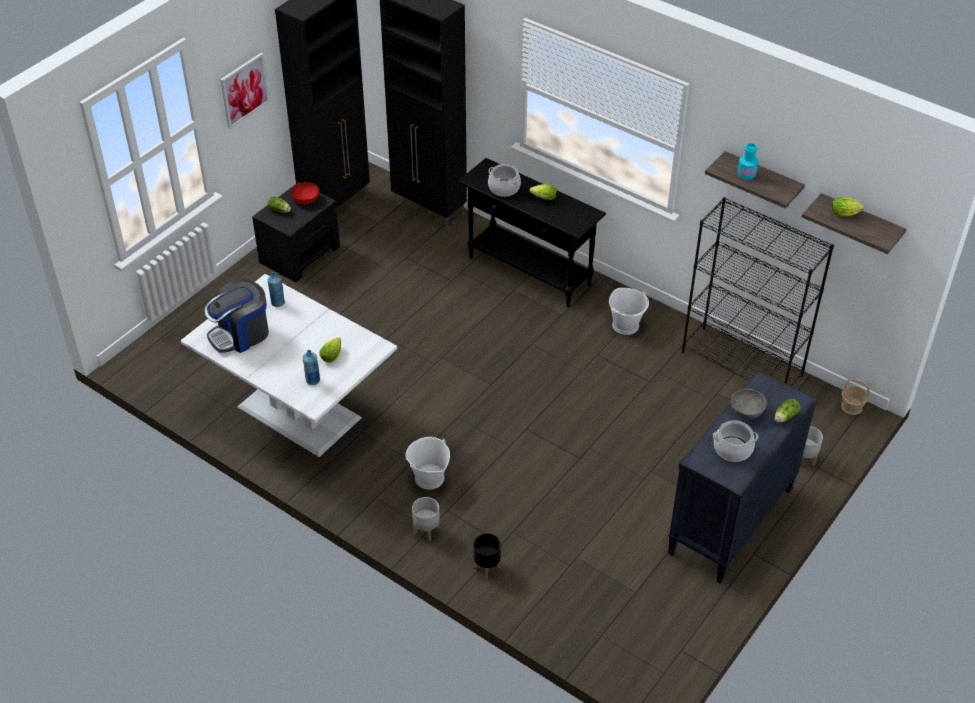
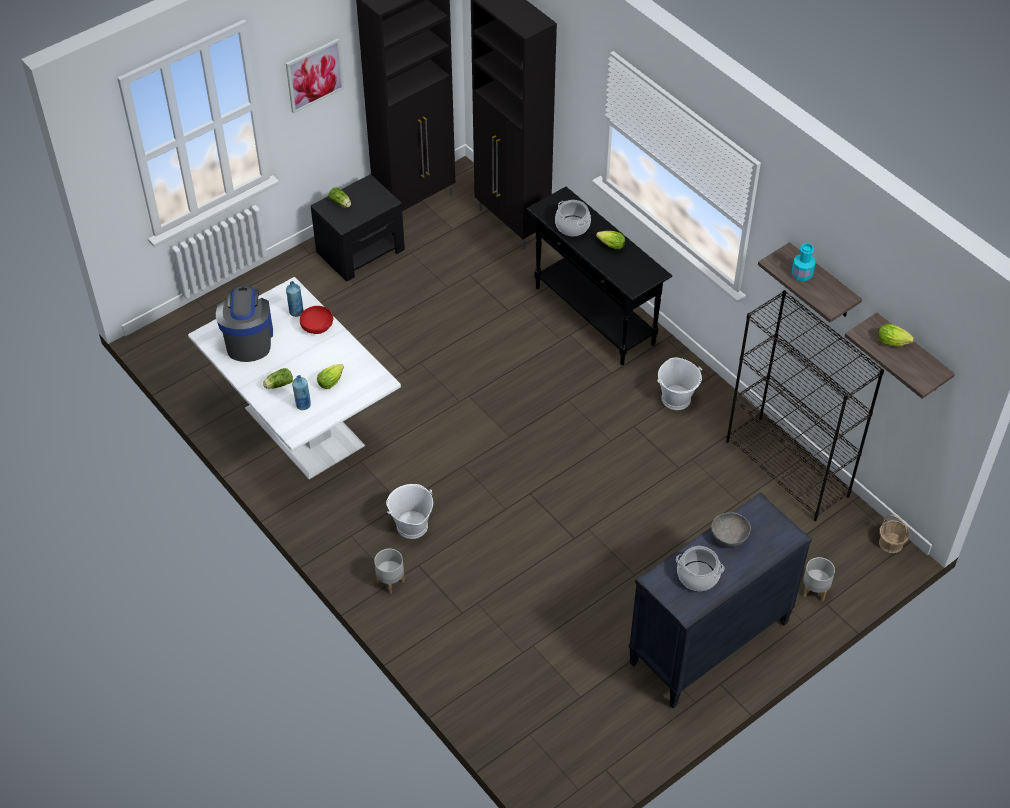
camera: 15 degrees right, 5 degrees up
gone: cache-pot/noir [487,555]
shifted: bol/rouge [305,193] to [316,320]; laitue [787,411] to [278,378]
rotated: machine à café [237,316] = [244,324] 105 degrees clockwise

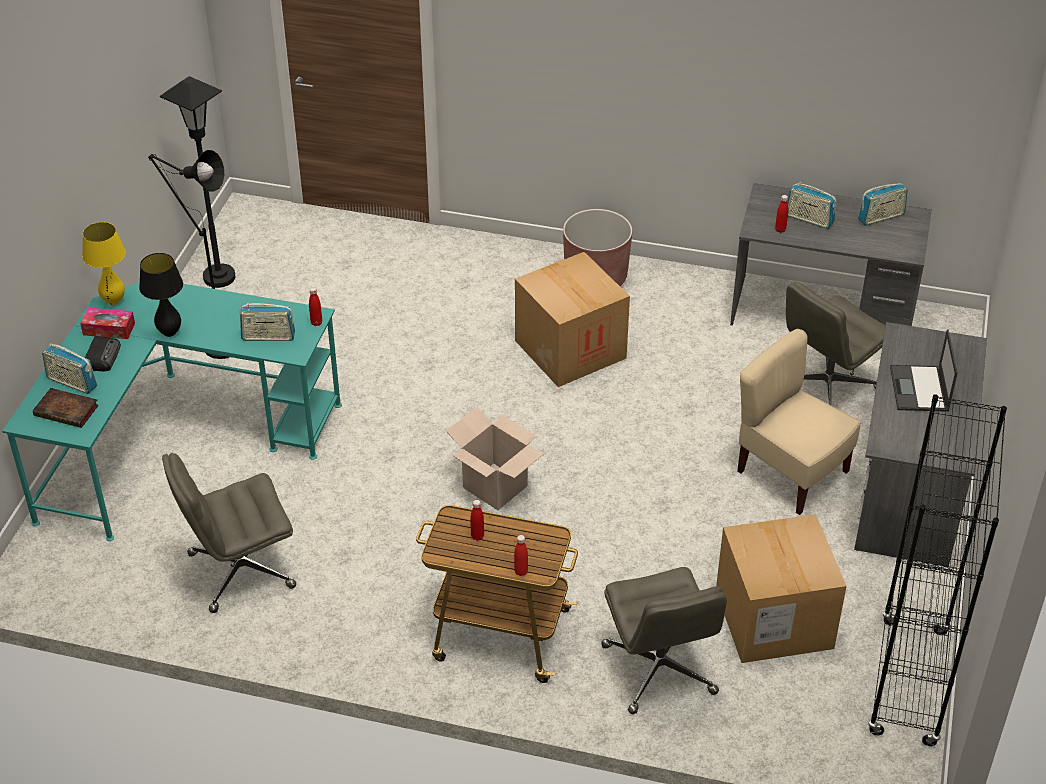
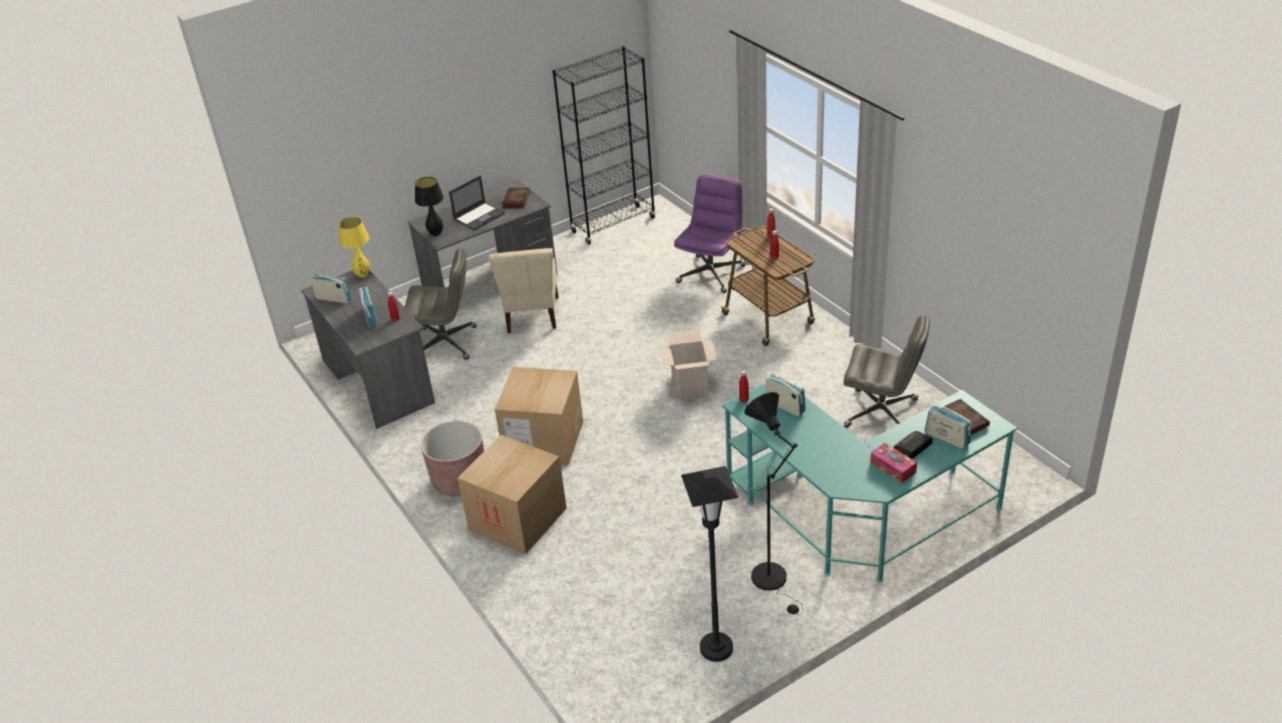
camera: 135 degrees left, 5 degrees down
new: livre [516,198]
shifted: lampe de table/jaune [104,263] to [354,247]; lampe de table/noir [161,295] to [429,206]; carton [781,588] to [512,494]
repainted: chaise de bureau/gris [664,640] to chaise de bureau/violet [709,234]
rotated: radio [69,368] = [948,426] 150 degrees clockwise

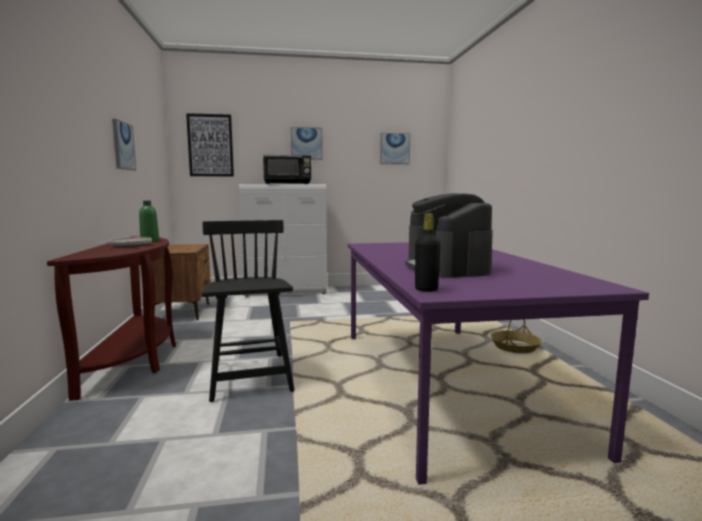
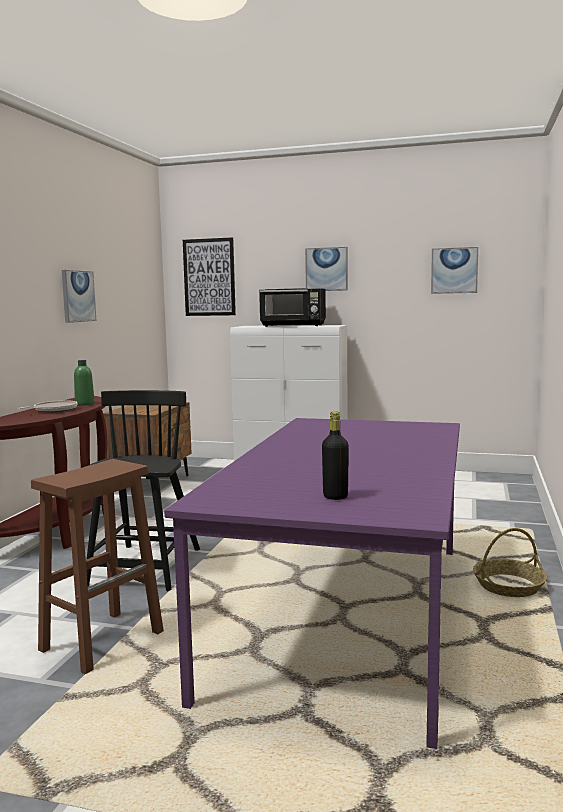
camera: 25 degrees right, 0 degrees up
gone: machine à café [449,235]
new: tabouret/marron [97,566]
shifted: bouteille/noir [427,252] to [335,455]

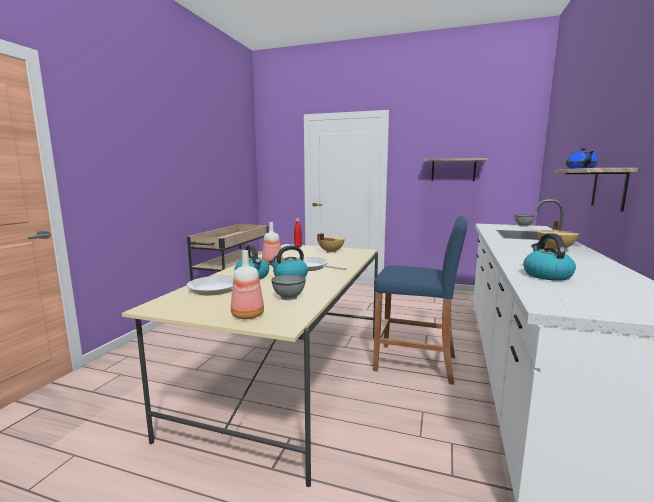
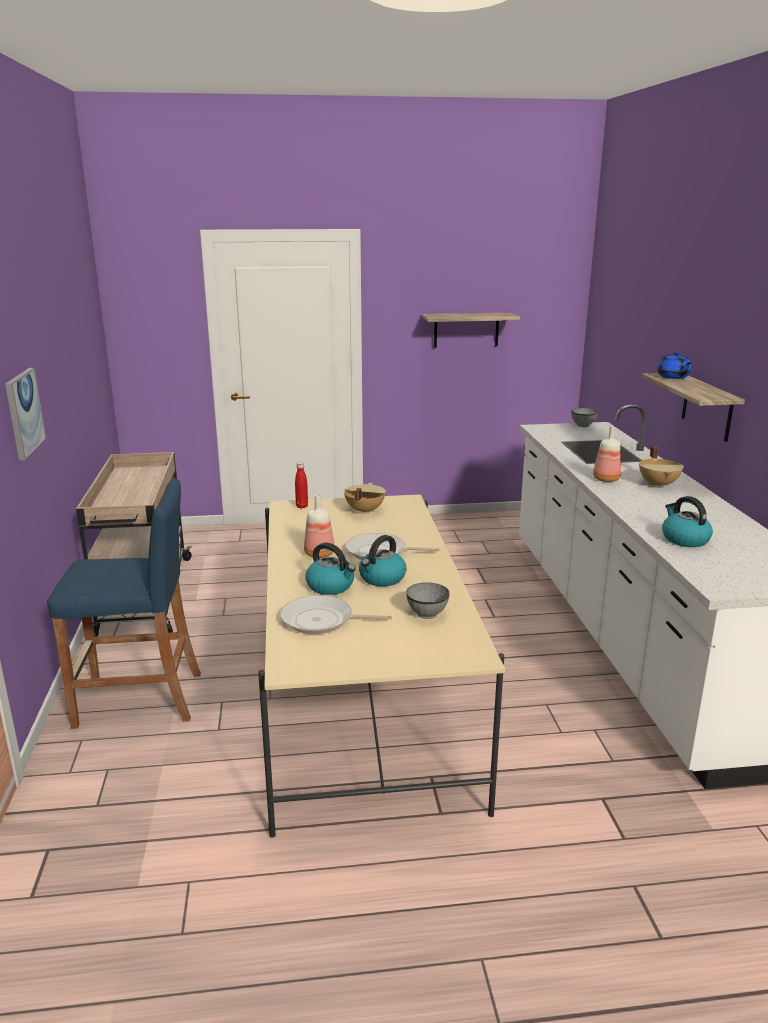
camera: 25 degrees left, 10 degrees up
new: tableau [25,414]
shifted: tabouret/bleu [420,300] to [124,604]; bouteille [247,284] to [607,454]

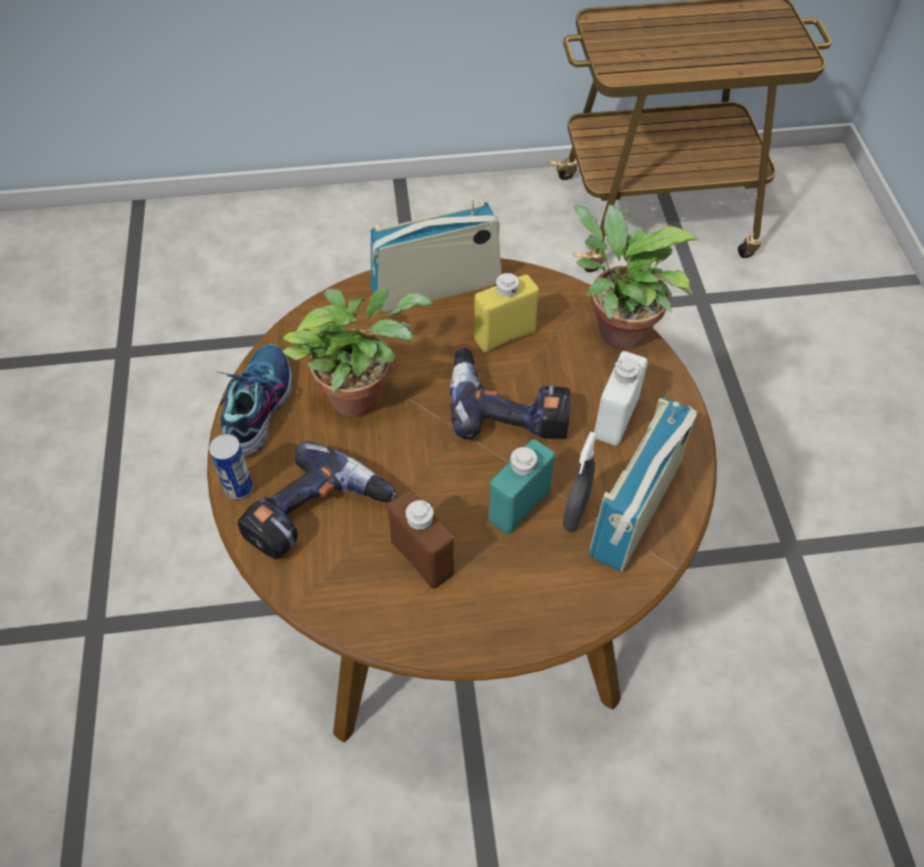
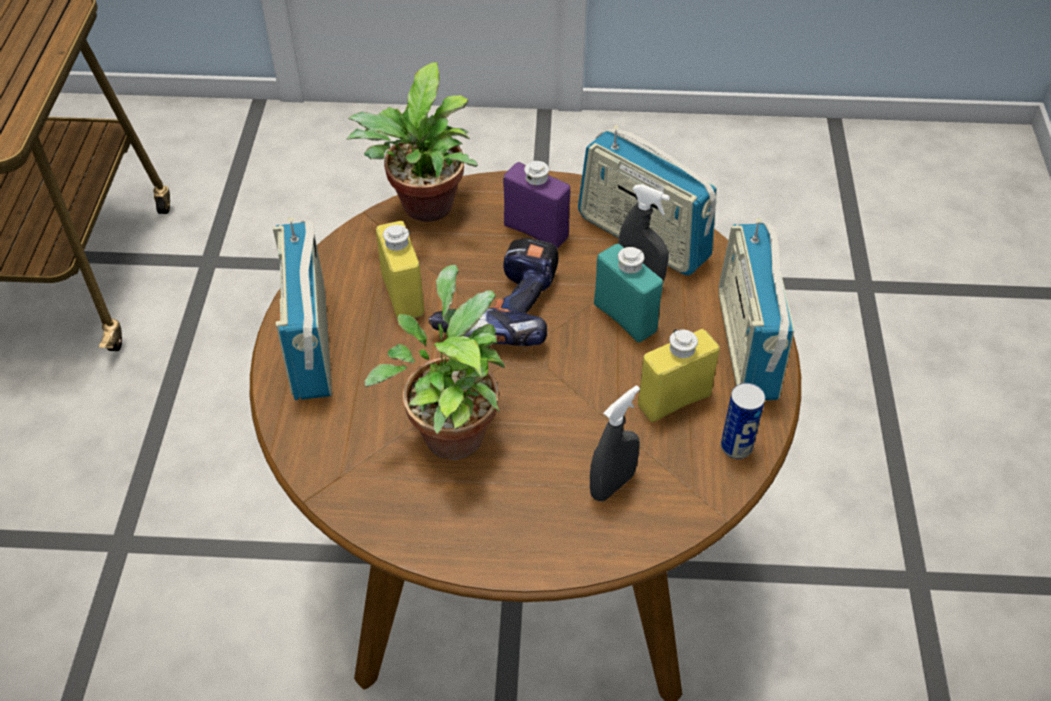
camera: 80 degrees left, 5 degrees down
gone: chaussure [255,400]
new: radio [756,309]
shifted: boîte métallique [231,467] to [743,421]
swapped: perceuse [317,500] to vaporisateur/gris [615,443]
repainted: bouteille/blanc [621,398] to bouteille/violet [536,205]; bouteille/marron [421,539] to bouteille/jaune [679,375]

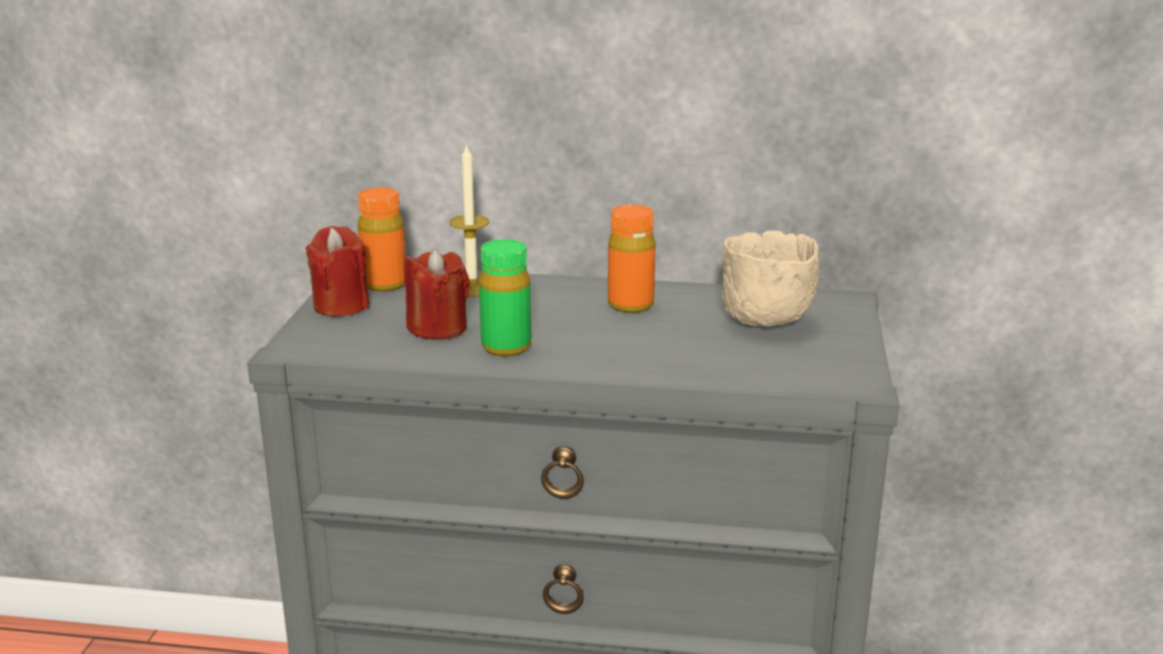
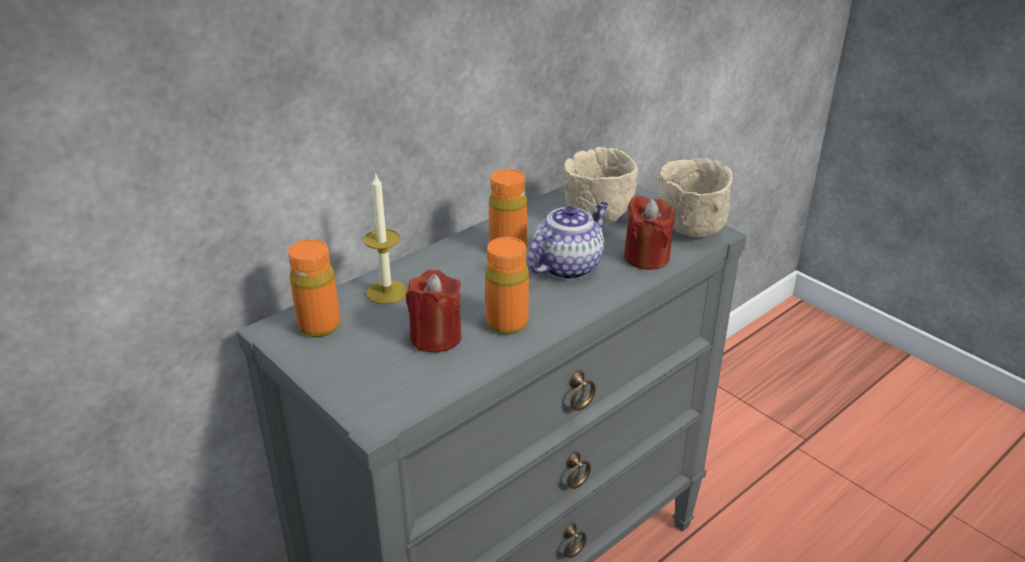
camera: 50 degrees left, 10 degrees up
new: bol/beige [695,197]; théière [568,241]
shifted: bougie/rouge [337,271] to [649,232]
repainted: bouteille/vert [505,298] to bouteille/orange [507,285]

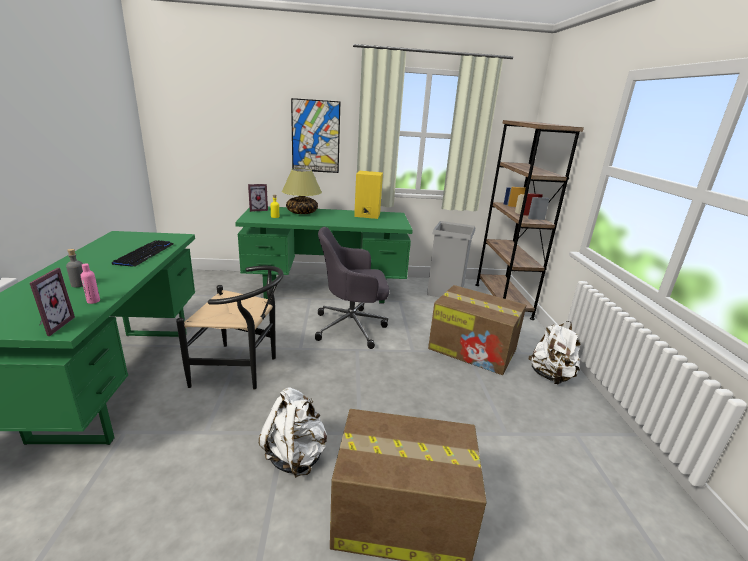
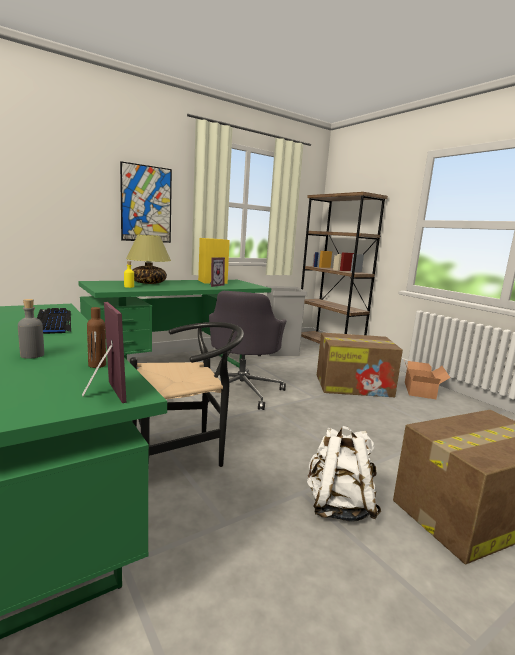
camera: 30 degrees left, 10 degrees down
shifted: cadre photo [258,198] to [217,272]
swapped: sac à dos/blanc [554,352] to carton [427,379]
repainted: bouteille/rose [90,283] to bouteille/marron [96,337]
rotated: chaise de bureau/gris [352,288] = [247,350] 45 degrees counterclockwise

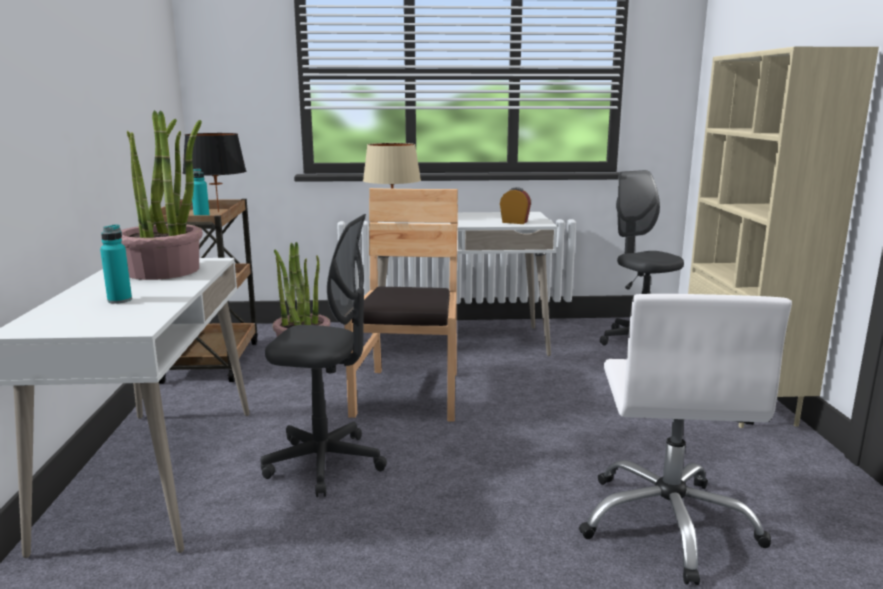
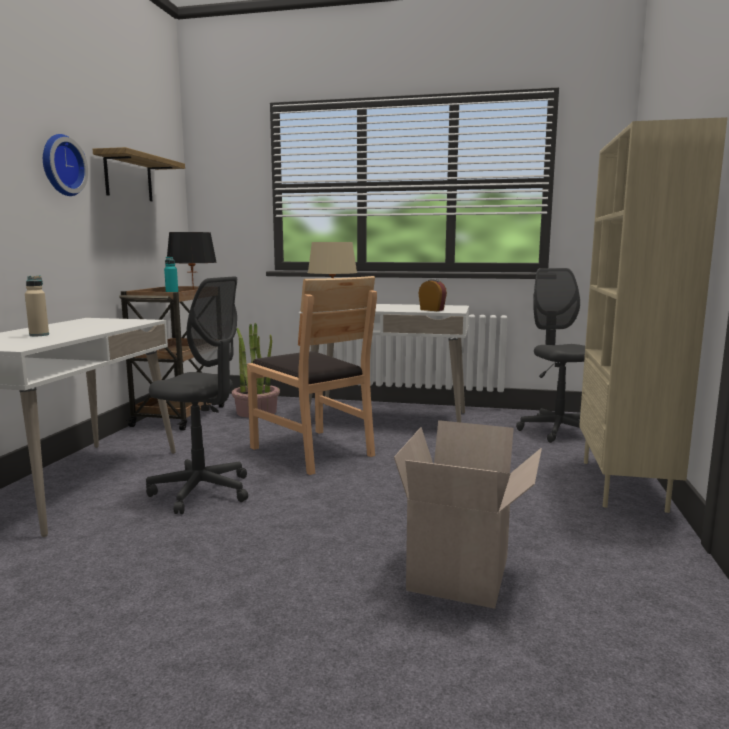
camera: 15 degrees right, 5 degrees down
gone: plante en pot [162,195]
new: horloge murale [65,165]; étagère [139,174]
swapped: chaise de bureau/blanc [685,439] to carton [468,514]
repainted: bouteille/turquoise [116,264] to bouteille/beige [37,306]
rotated: chaise/marron [401,305] = [312,375] 120 degrees clockwise

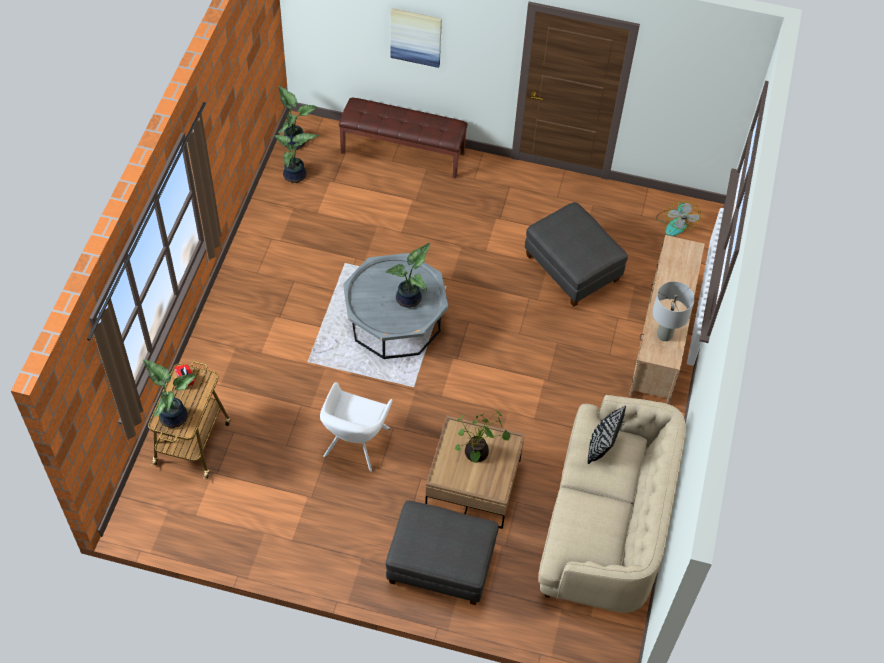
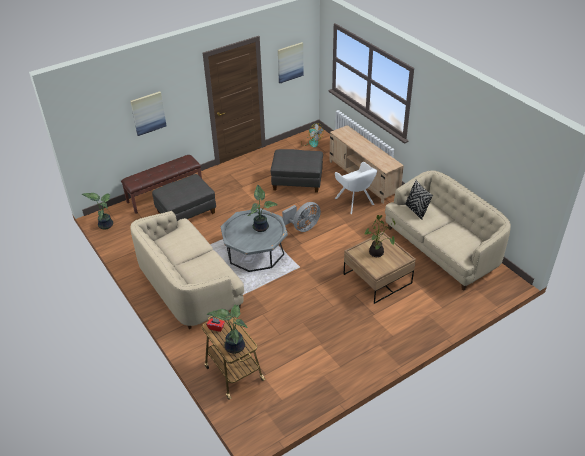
camera: 45 degrees left, 15 degrees down
gone: plante en pot [297,158]; lampe de table/gris [674,311]
new: tableau [290,62]; ventilateur/gris [301,217]; canapé/beige [187,270]
shifted: fauteuil/blanc [356,427] to [356,188]; pouf/gris [442,553] to [184,197]

